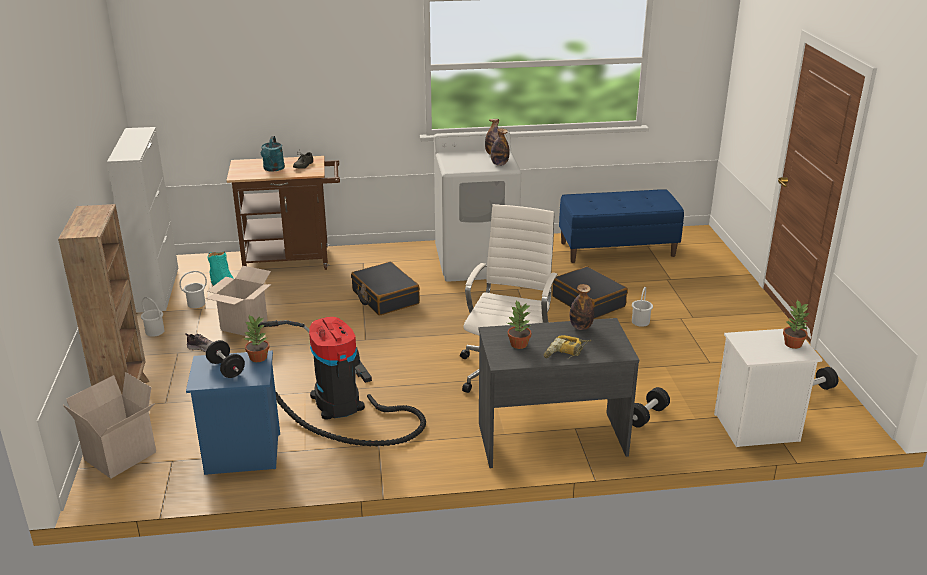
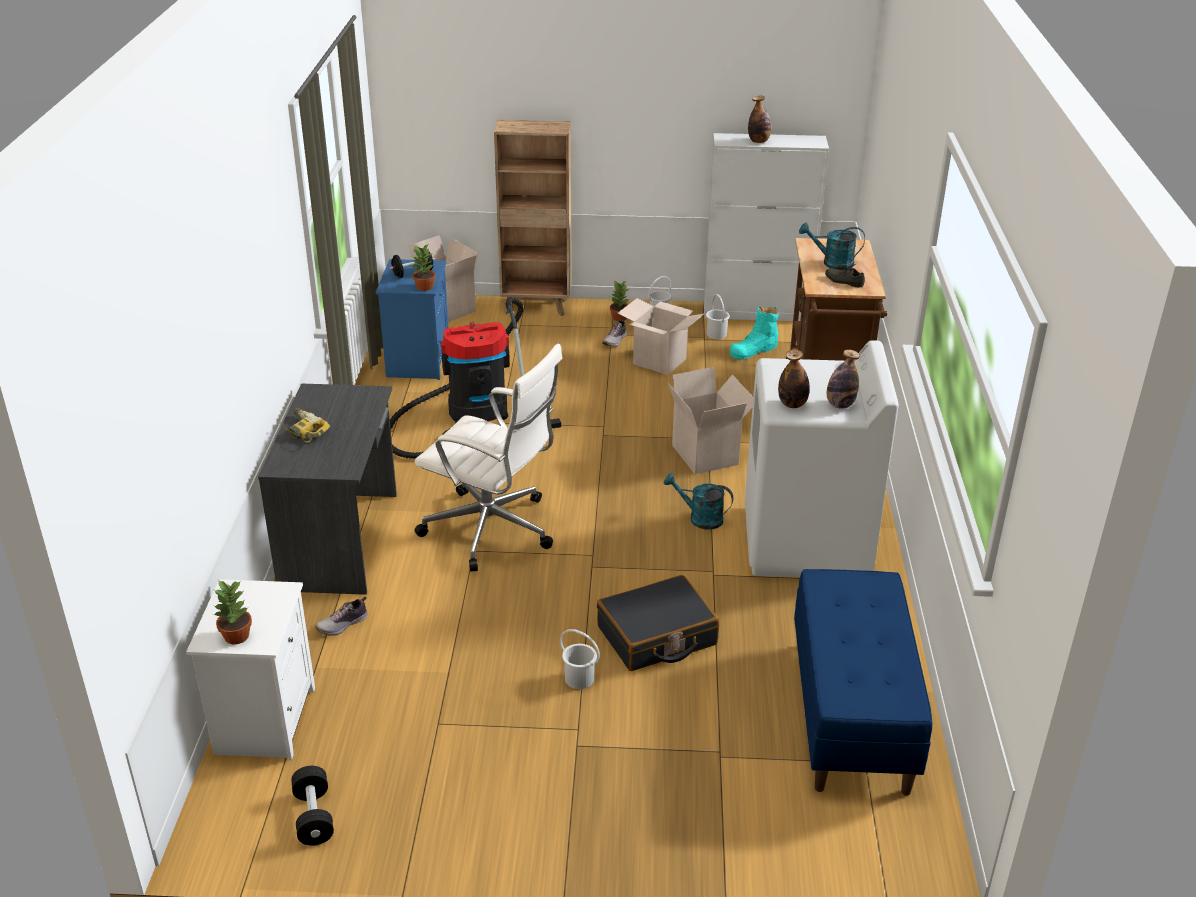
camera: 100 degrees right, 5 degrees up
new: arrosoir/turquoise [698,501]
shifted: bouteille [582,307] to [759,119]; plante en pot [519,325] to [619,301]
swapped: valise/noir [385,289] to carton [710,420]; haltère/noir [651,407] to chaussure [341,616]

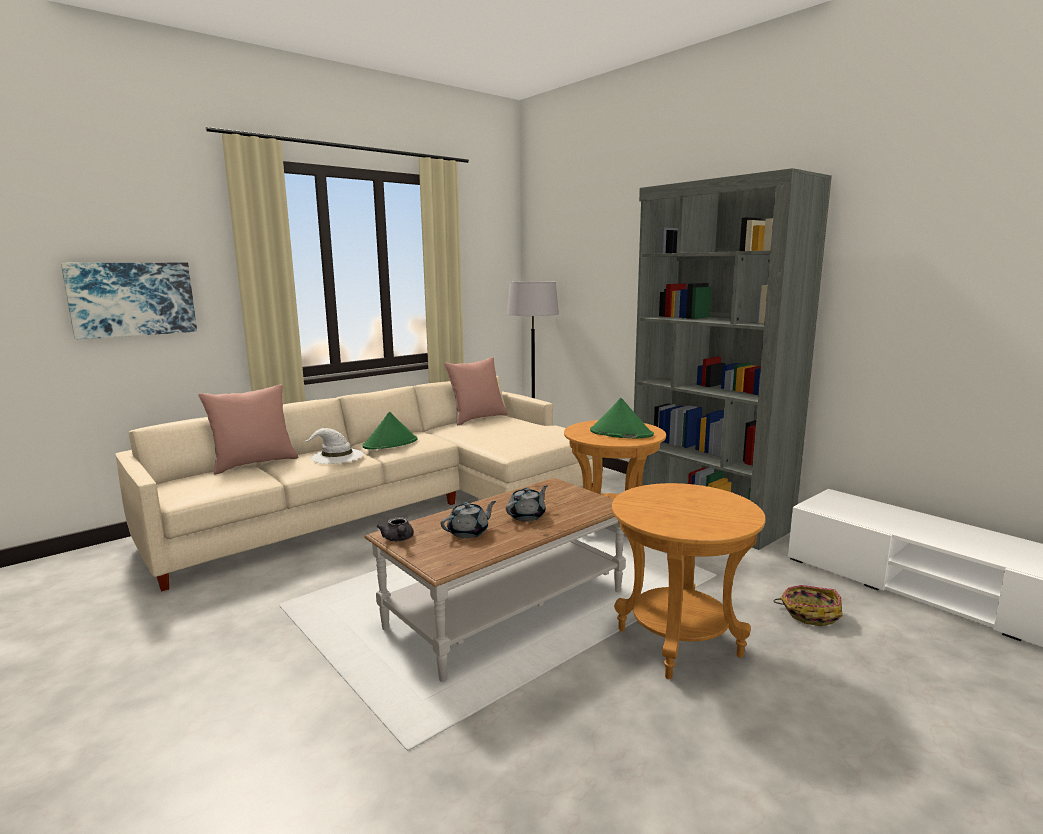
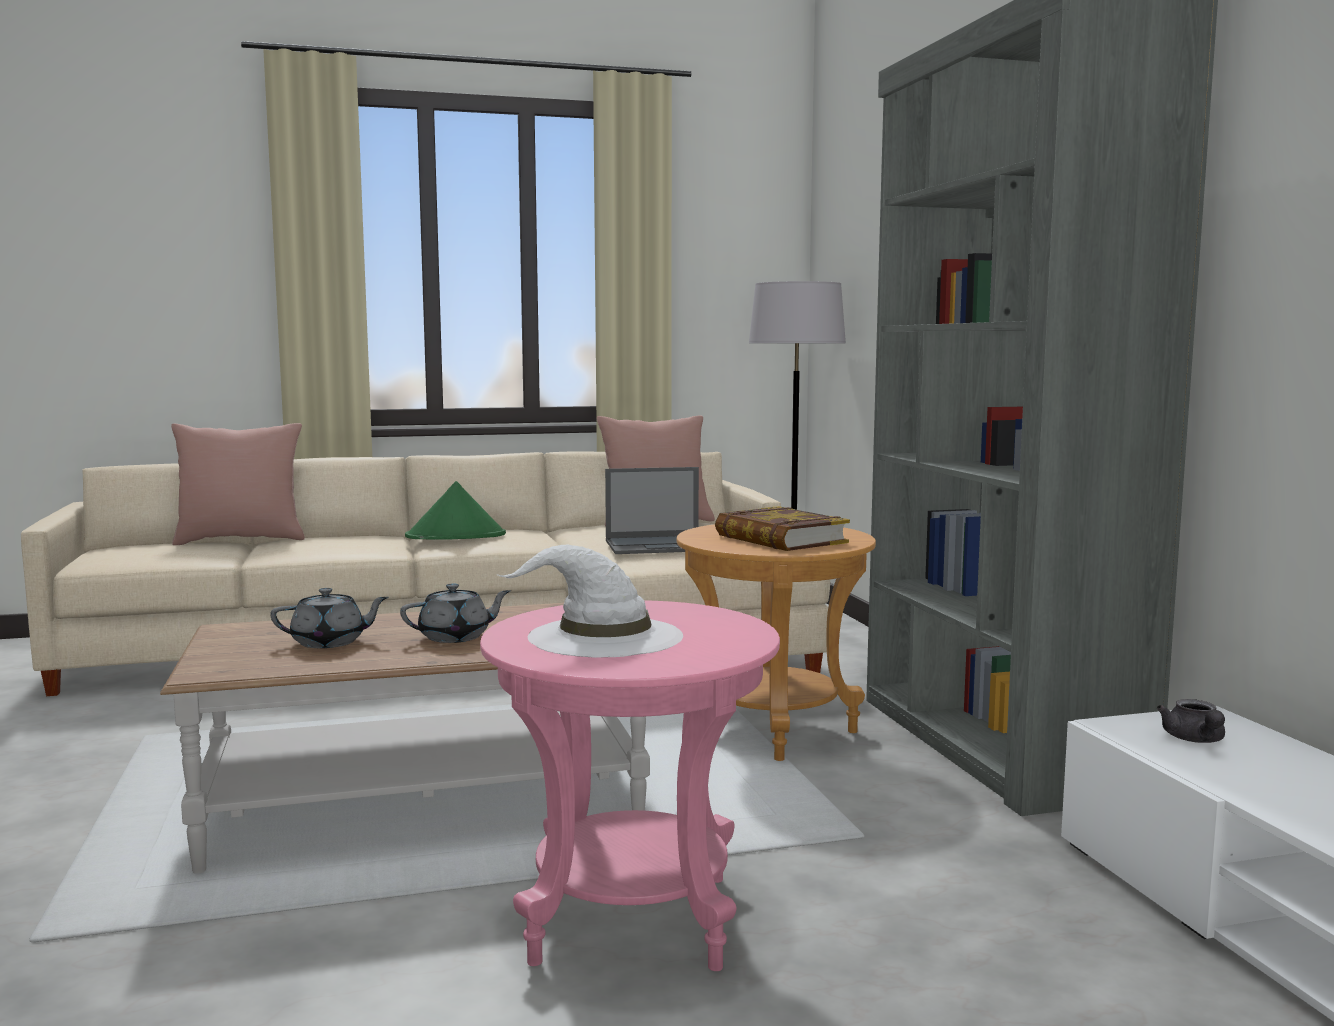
camera: 25 degrees right, 5 degrees down
gone: tableau [129,301]; panier [807,605]
new: ordinateur portable [652,510]
shifted: chapeau/blanc [334,446] to [590,601]; théière/gris [395,529] to [1191,721]
swapped: chapeau/vert [622,418] to livre [782,528]
repainted: table d'appoint/marron [689,581] to table d'appoint/rose [630,786]

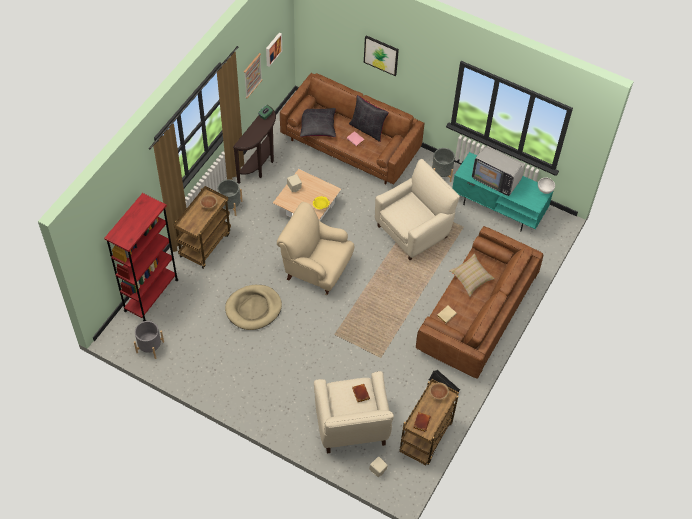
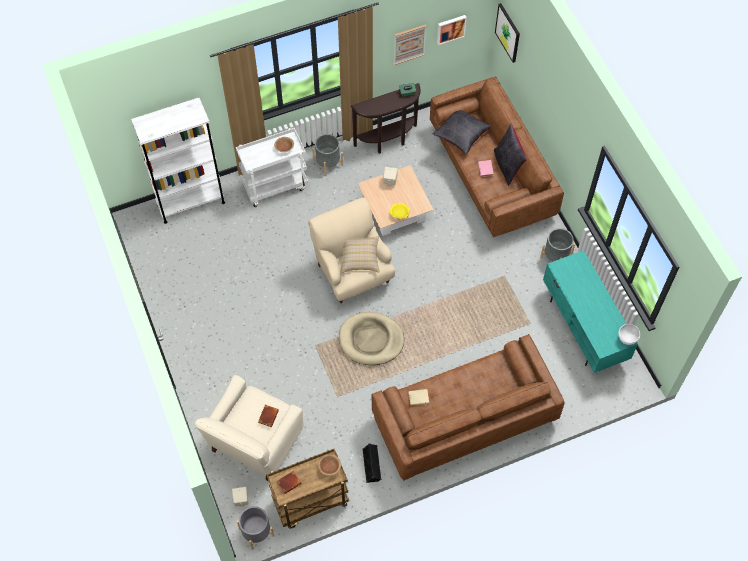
camera: 40 degrees right, 5 degrees up
gone: téléviseur [498,171]; fauteuil/beige [417,209]
shifted: tableau [381,55] to [507,33]; coussin/beige [472,275] to [360,254]; panier pour chien/beige [253,307] to [371,338]; cache-pot/gris [149,340] to [256,528]
repainted: chariot/marron [202,227] to chariot/blanc [272,167]; bibliothèque/rouge [141,257] to bibliothèque/blanc [178,160]

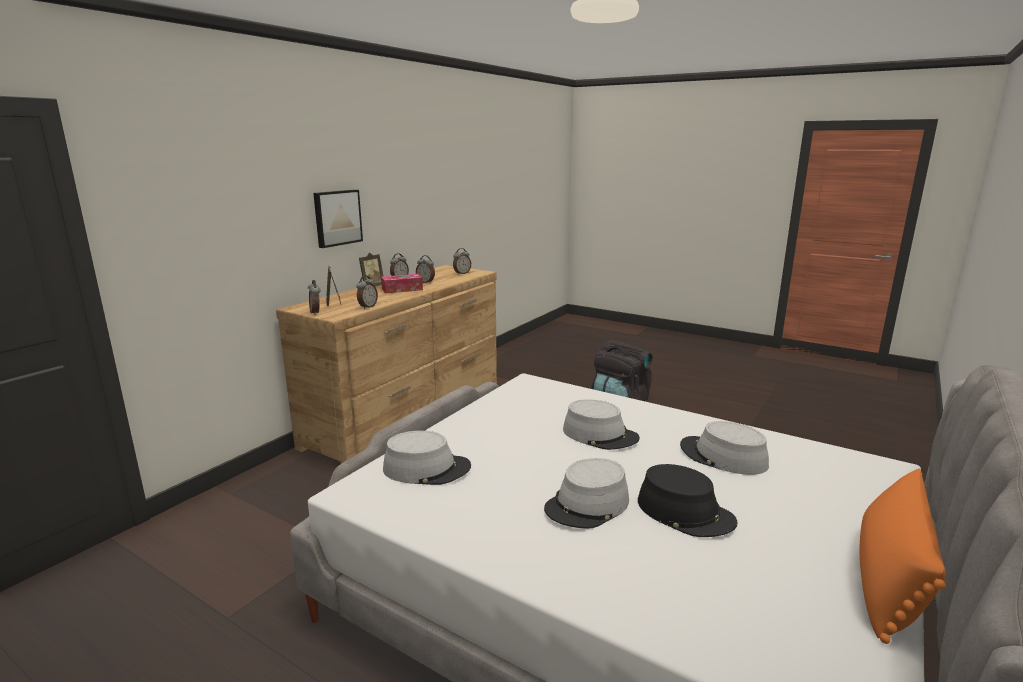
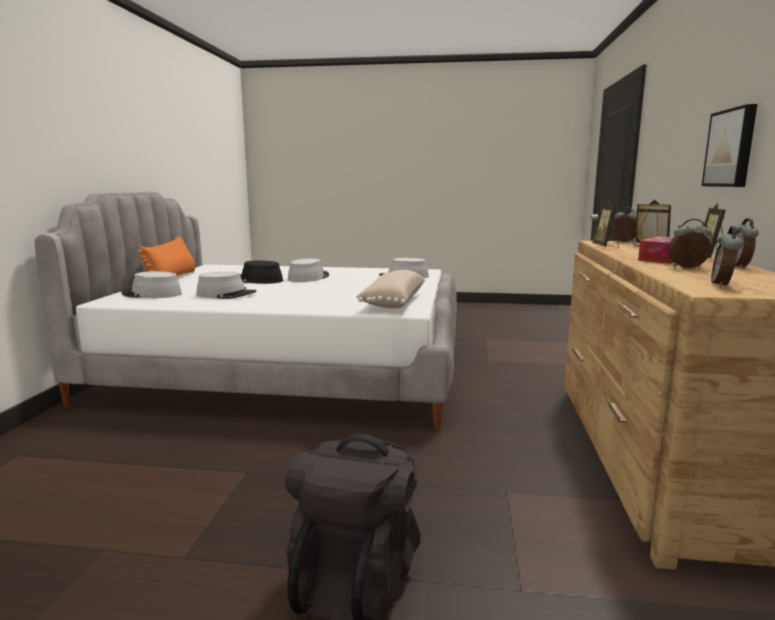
camera: 155 degrees right, 5 degrees down
new: coussin/beige [390,289]
shifted: chapeau/gris [601,424] to [151,284]
swapped: réveil [367,292] to cadre photo [605,224]

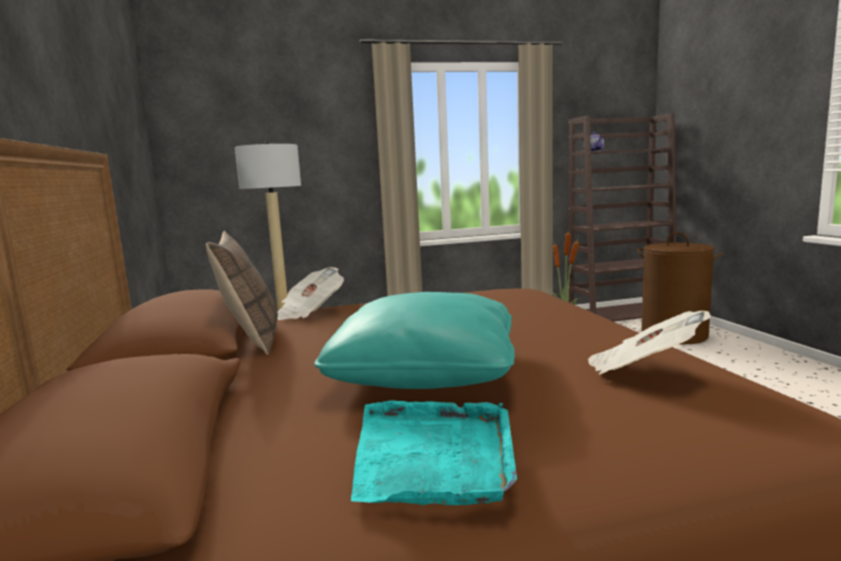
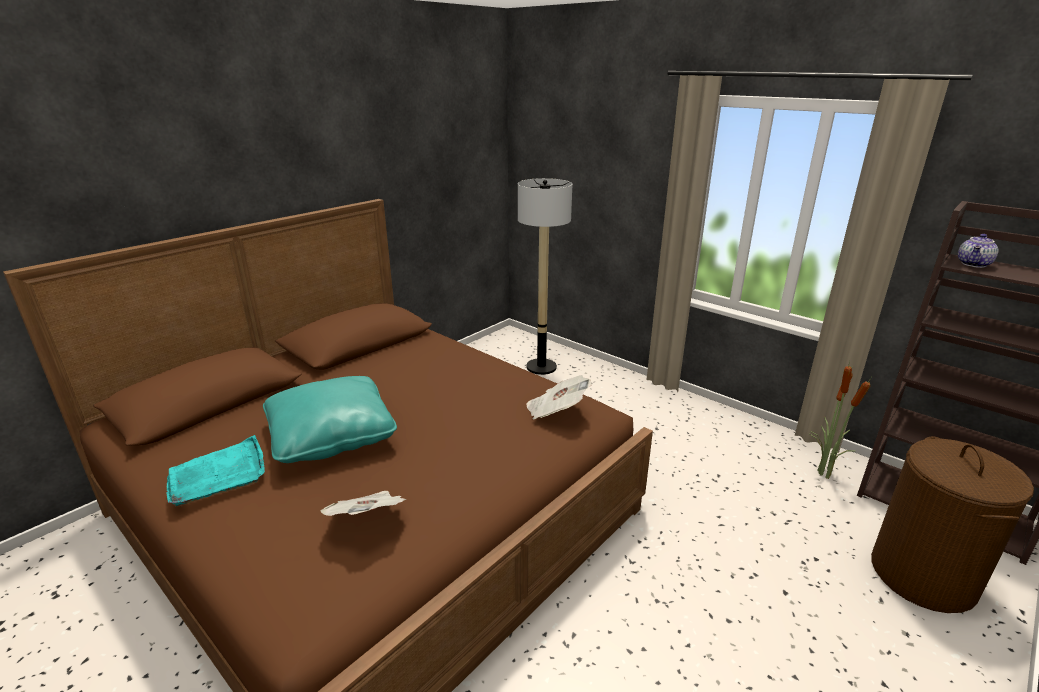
camera: 55 degrees right, 15 degrees up
gone: coussin [242,293]
shifted: journal [310,293] to [559,397]

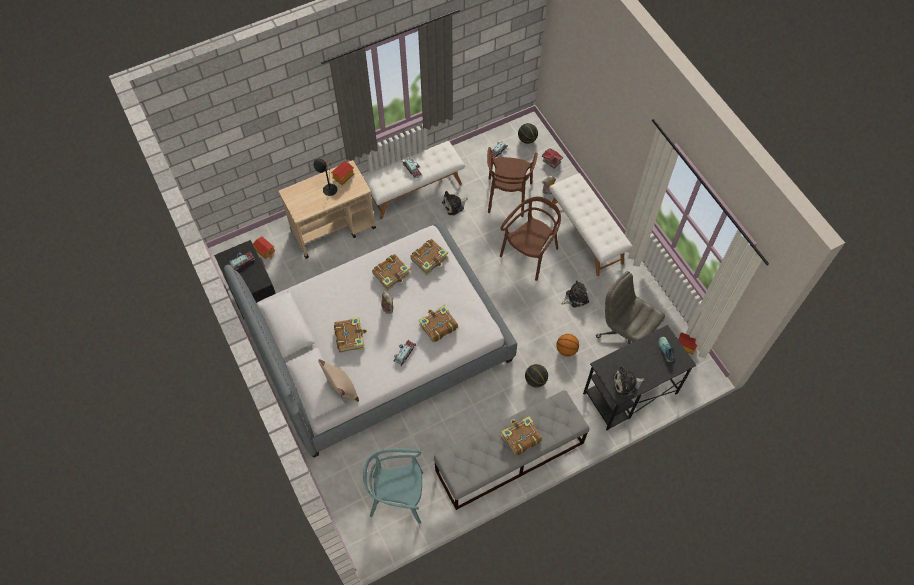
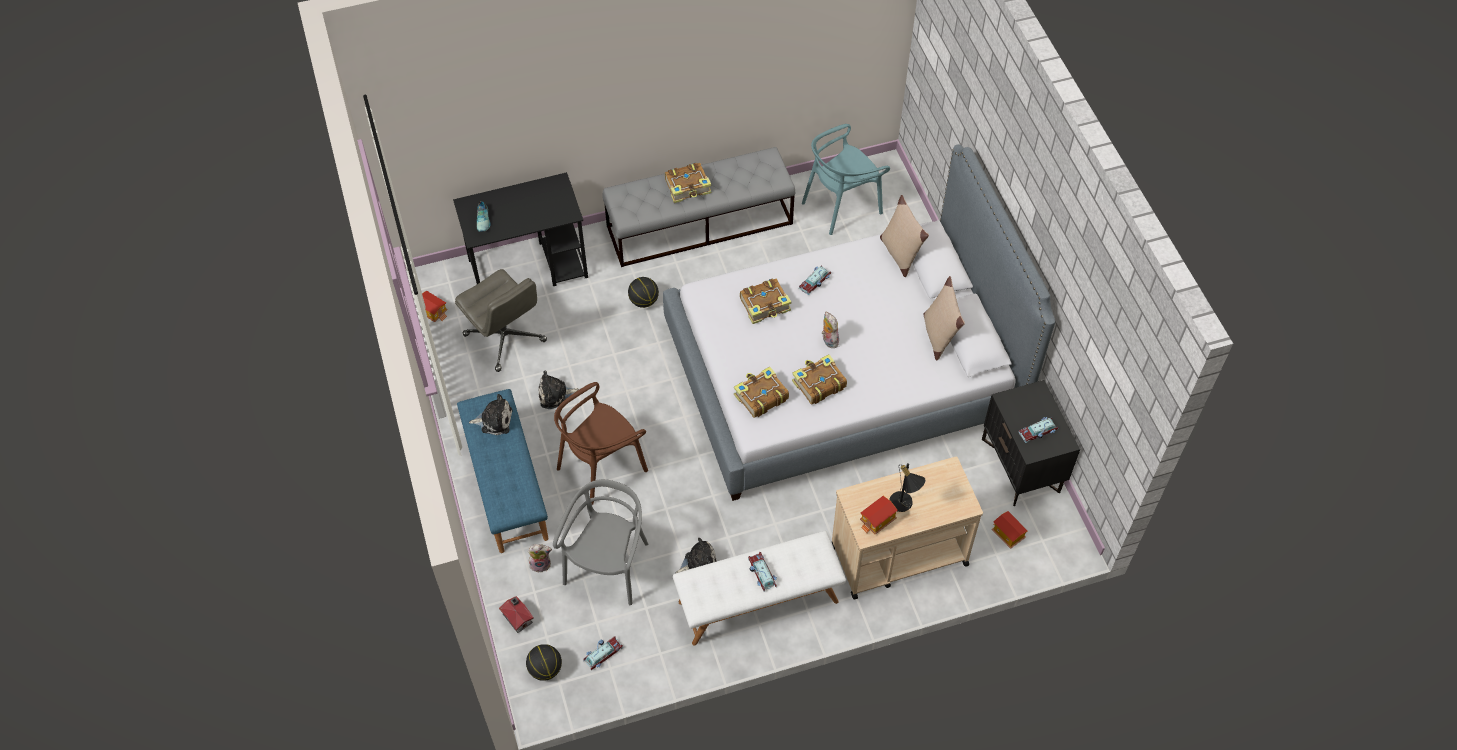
camera: 170 degrees left, 5 degrees down
gone: livre [350,334]; ballon de basket [567,345]
new: coussin/beige [944,318]
shifted: peluche [629,381] to [491,414]
repainted: chaise/marron [512,182] to chaise/gris [600,542]; banc/blanc [591,224] to banc/bleu [502,471]
rotated: chaise/turquoise [393,486] = [846,179] 135 degrees clockwise

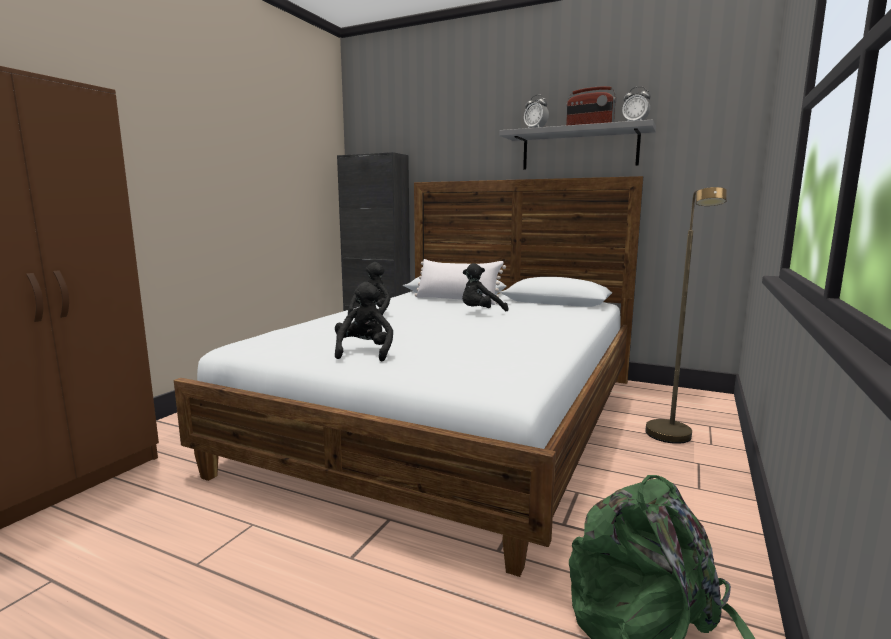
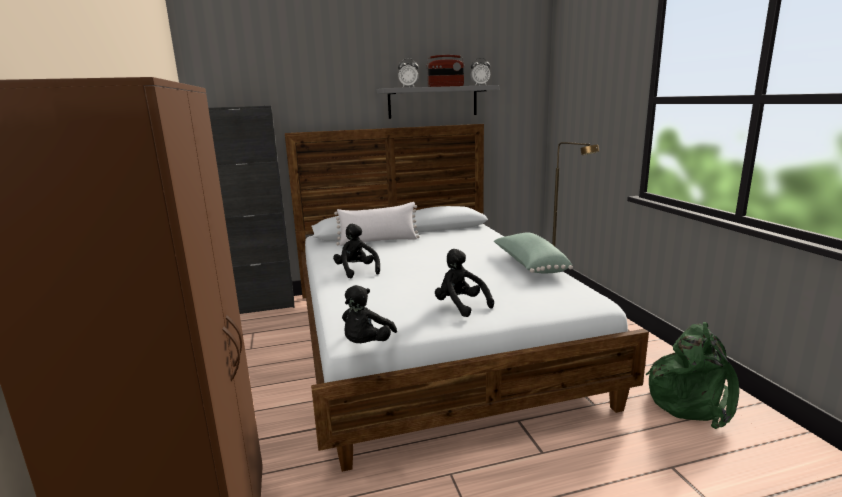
camera: 40 degrees left, 5 degrees up
new: coussin/vert [533,252]
shifted: peluche/noir [485,287] to [369,314]

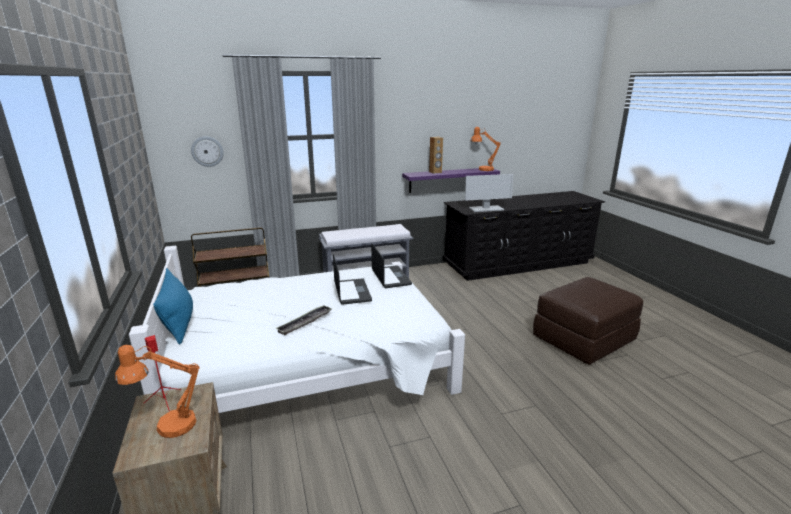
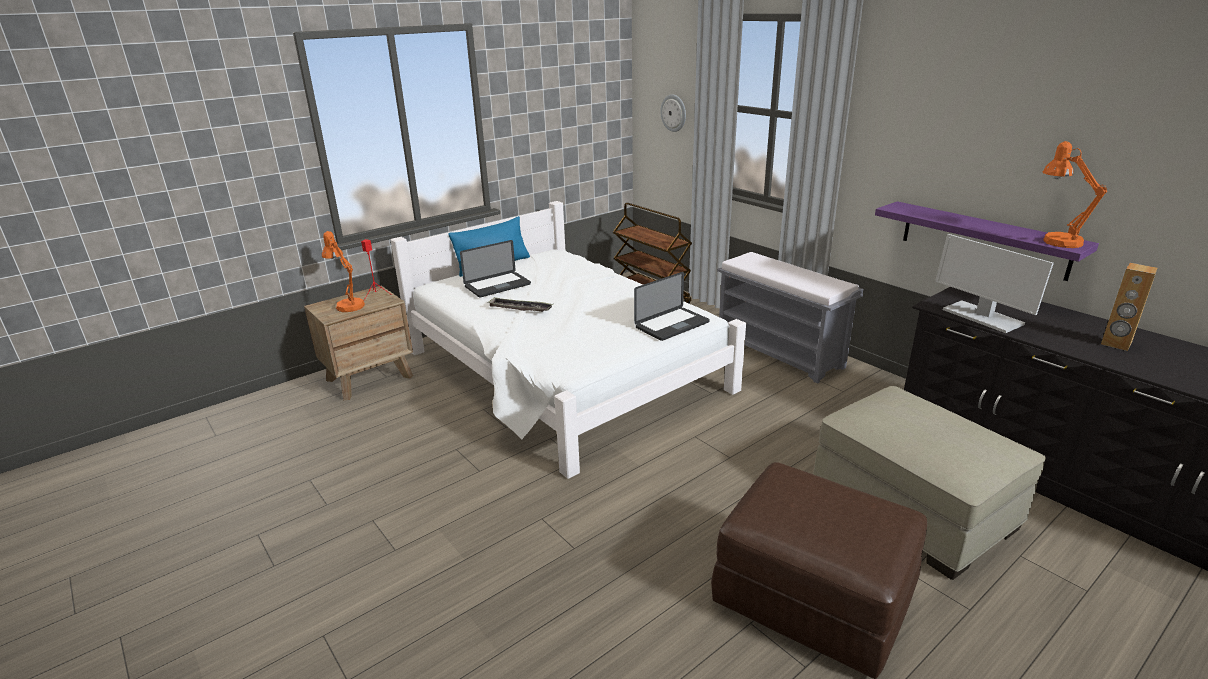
camera: 70 degrees right, 5 degrees up
new: pouf/beige [929,483]
shifted: enceinte/marron [436,155] to [1129,307]; ordinateur portable [352,279] to [495,268]

